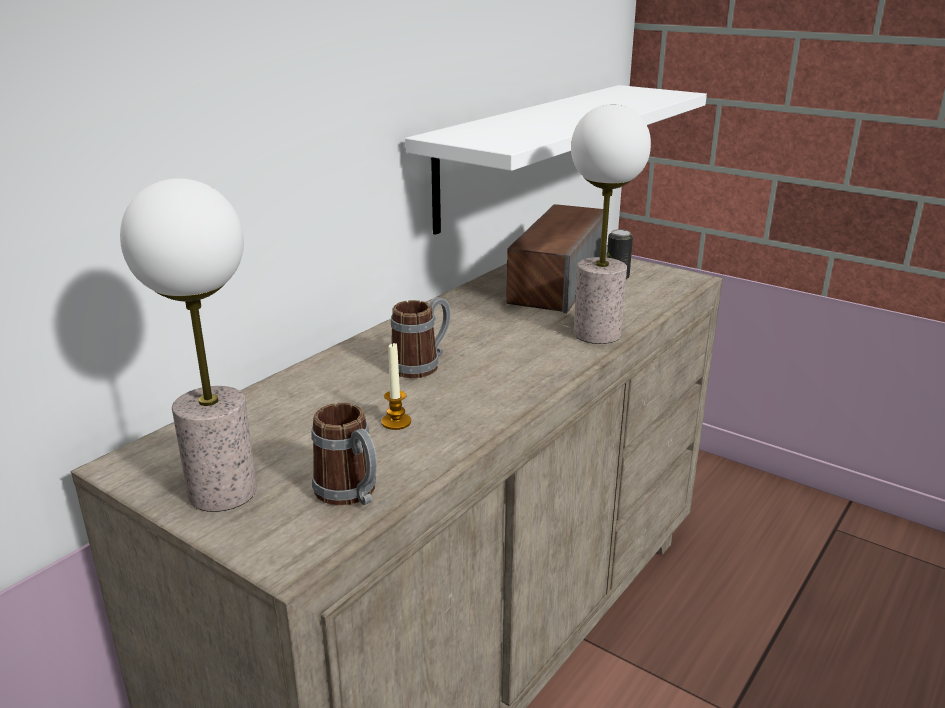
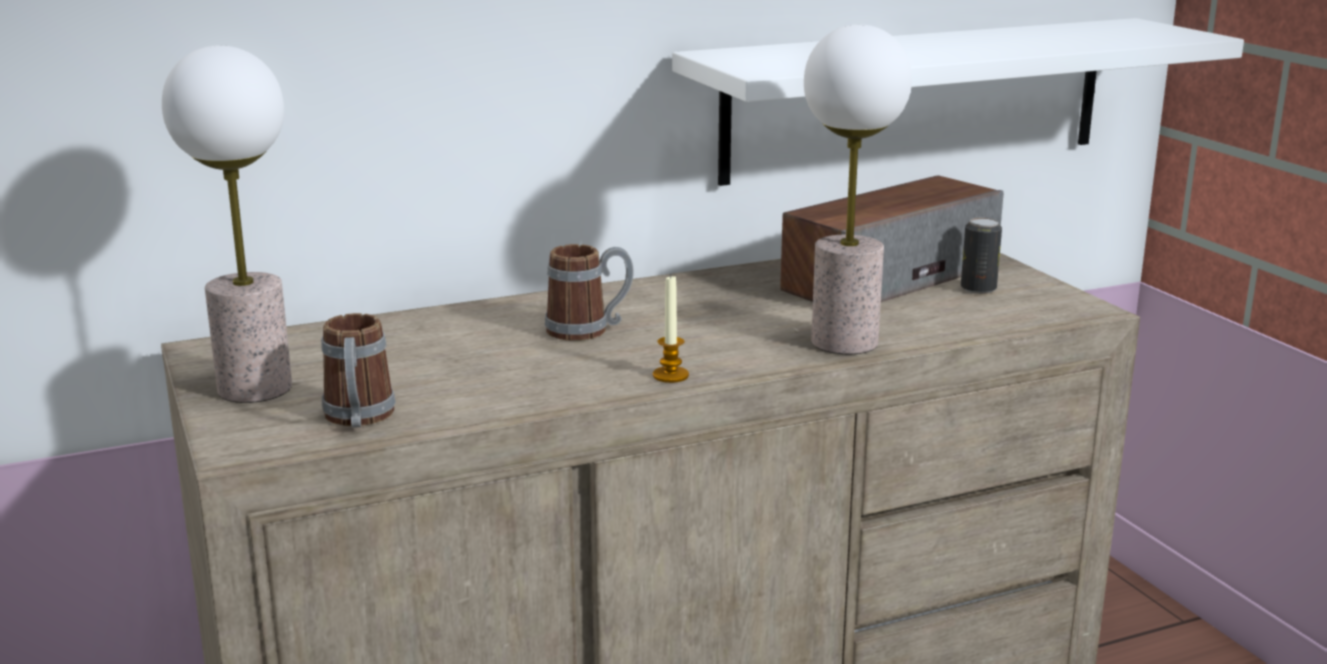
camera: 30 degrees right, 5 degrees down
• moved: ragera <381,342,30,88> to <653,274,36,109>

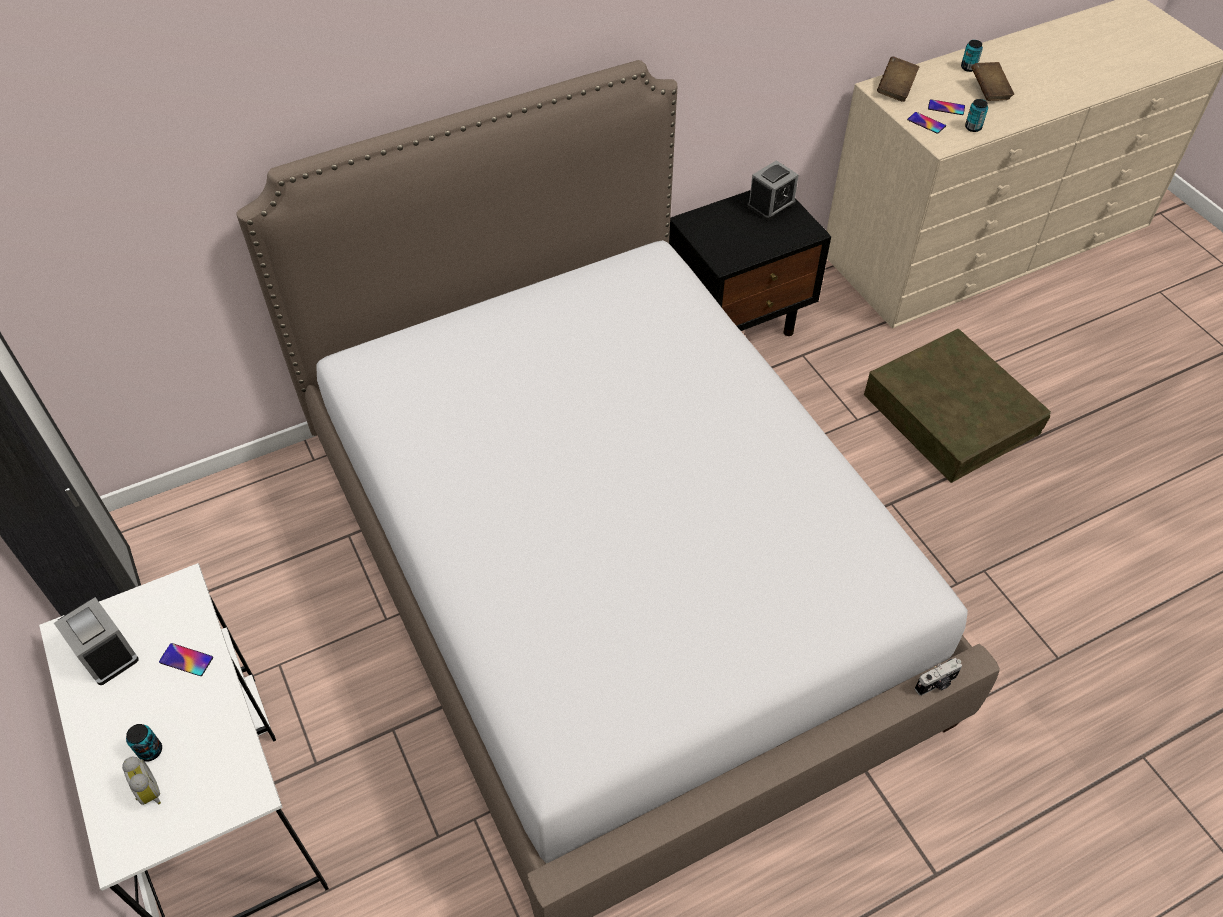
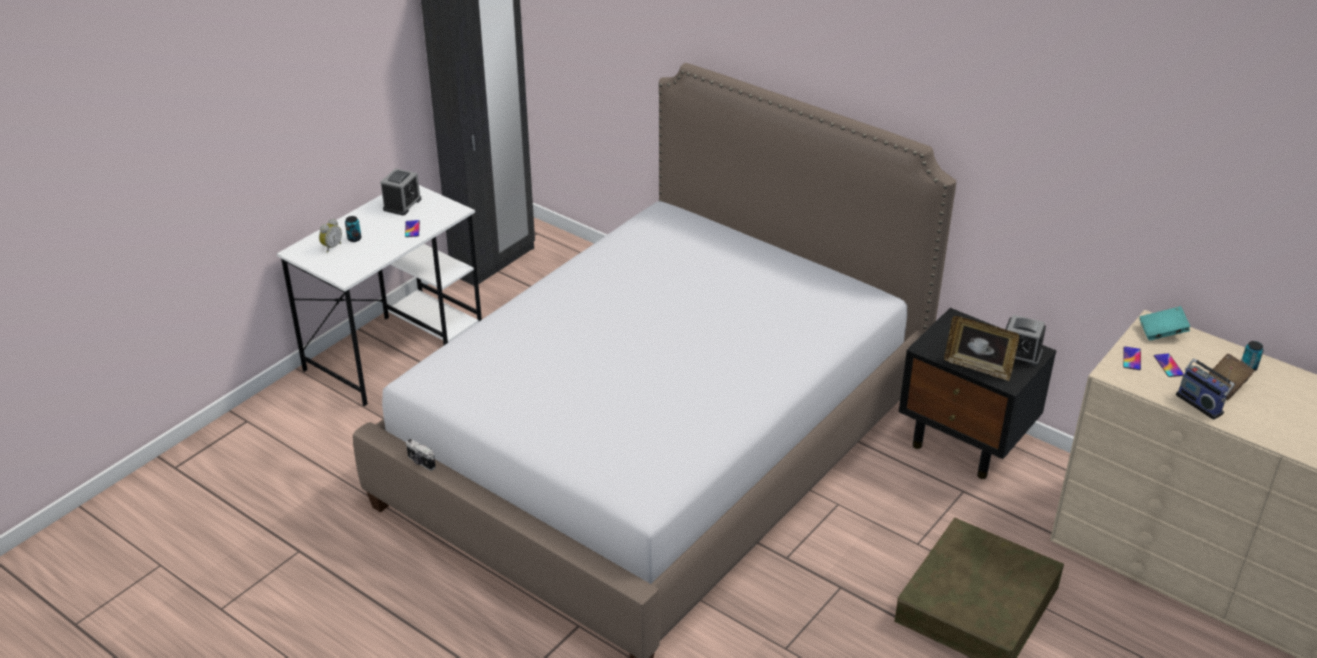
camera: 65 degrees right, 15 degrees down
• removed: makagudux <965,99,23,33>
• added: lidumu <944,316,75,65>
• added: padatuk <1176,358,59,62>
• moved: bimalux <915,658,47,38> to <406,439,30,32>
• recoloured: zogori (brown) <877,57,42,45> to zogori (turquoise) <1140,306,50,35>

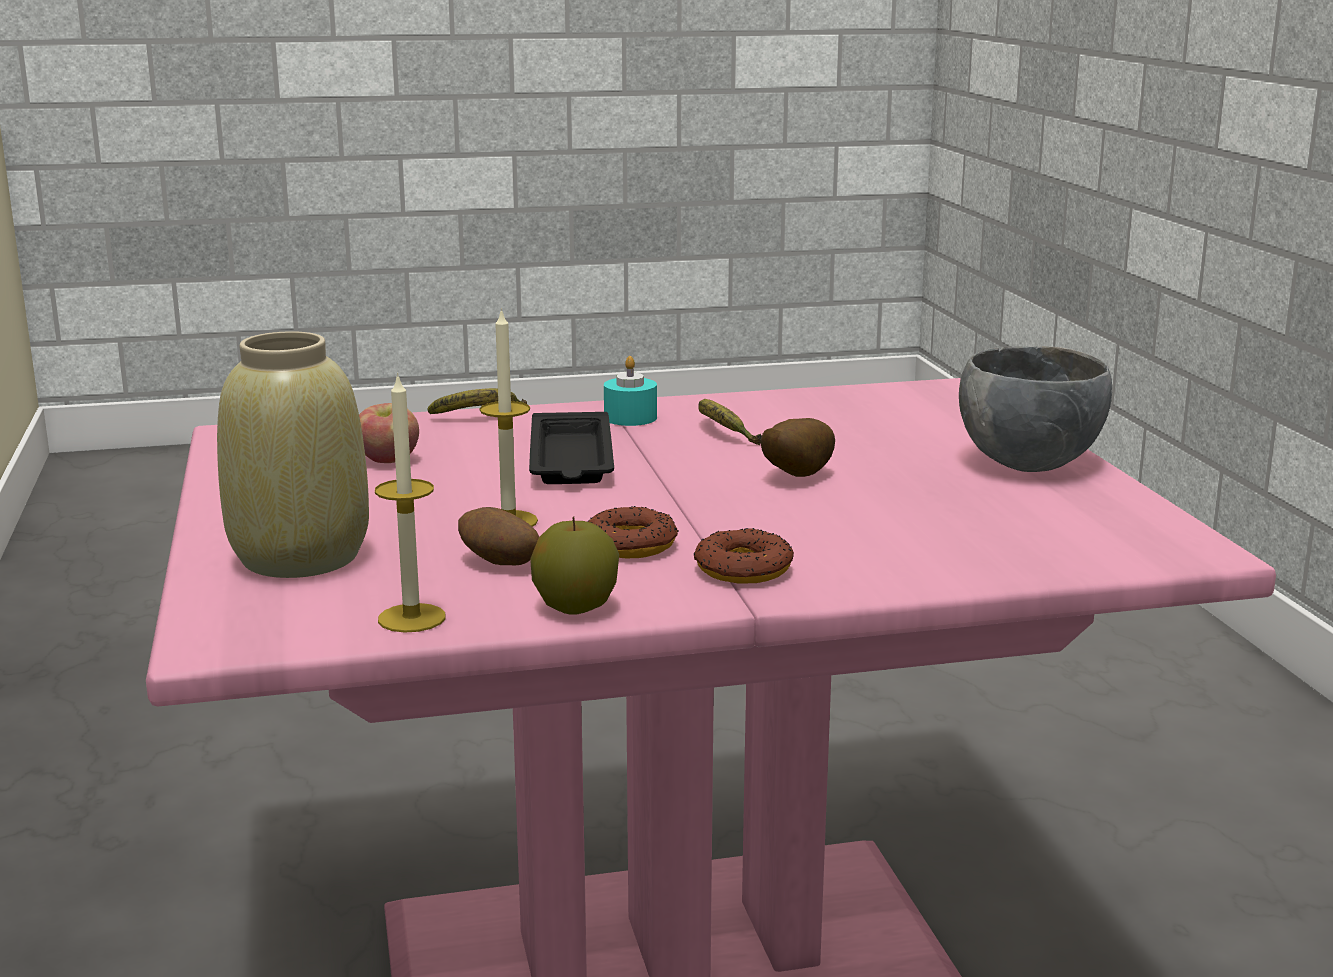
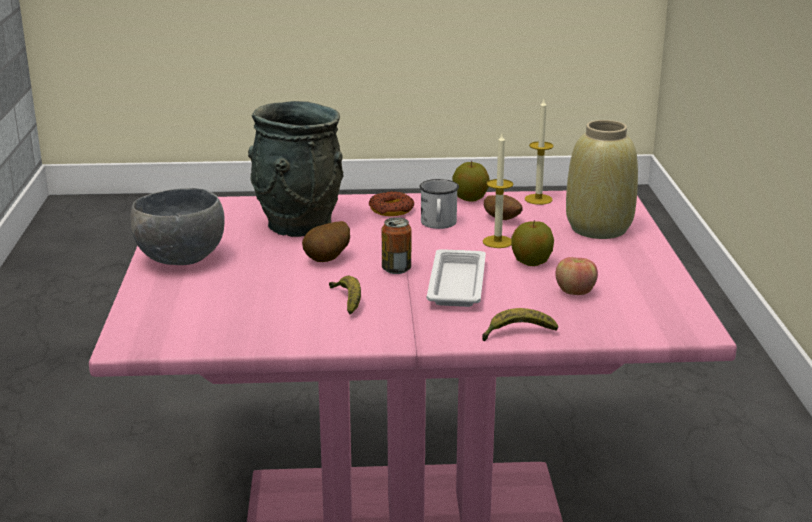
camera: 170 degrees left, 5 degrees up
• removed: ragera (turquoise) <604,356,53,70>
• added: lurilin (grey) <248,101,96,136>
• added: makagudux <382,217,30,57>
• added: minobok <511,220,43,46>
• replaced: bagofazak <587,506,92,52> to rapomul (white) <419,179,40,50>
• recoloured: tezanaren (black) <529,412,85,72> to tezanaren (white) <426,249,60,58>

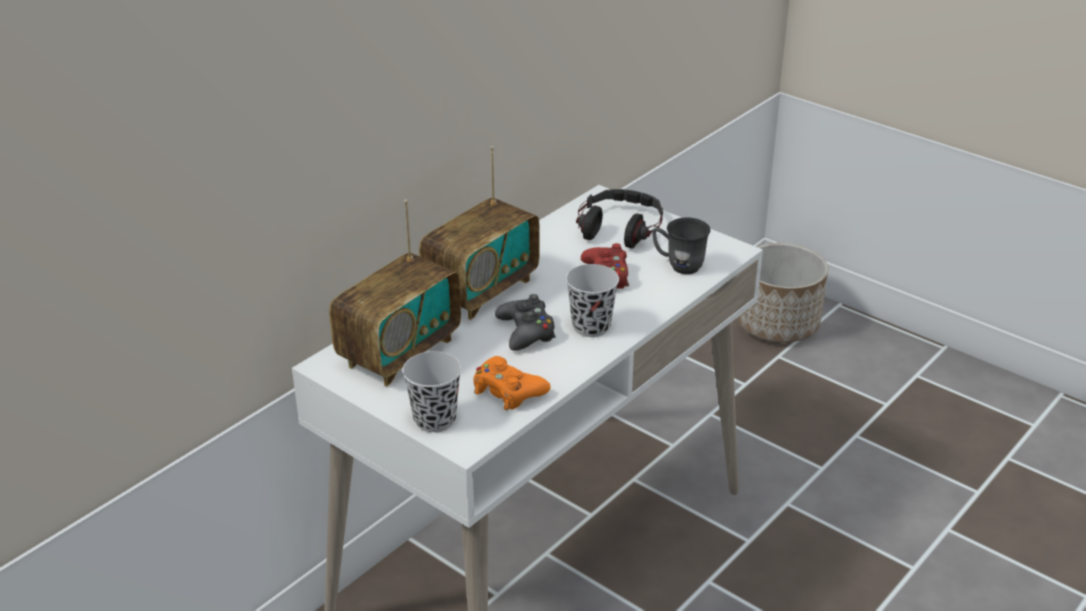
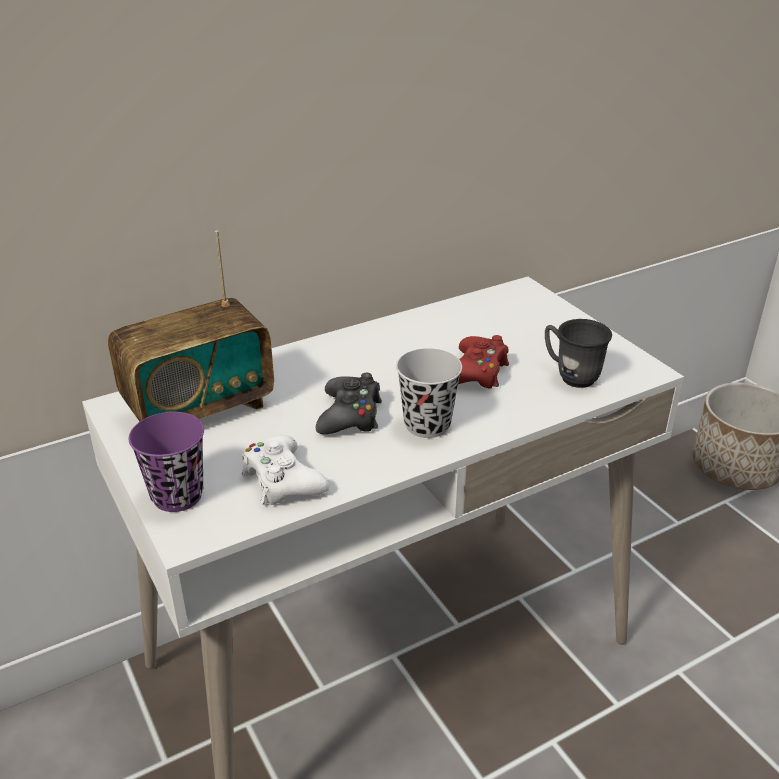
camera: 20 degrees right, 0 degrees up
• removed: padatuk <419,146,120,174>
• removed: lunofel <576,189,87,60>
• recoloured: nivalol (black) <402,351,60,81> to nivalol (purple) <129,412,75,100>
• recoloured: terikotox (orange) <473,356,78,54> to terikotox (white) <242,435,87,70>

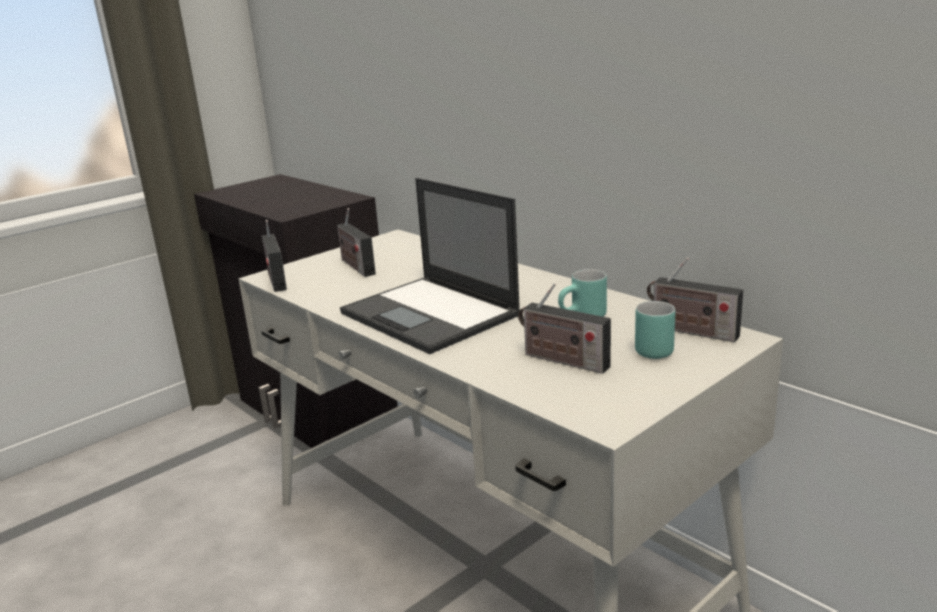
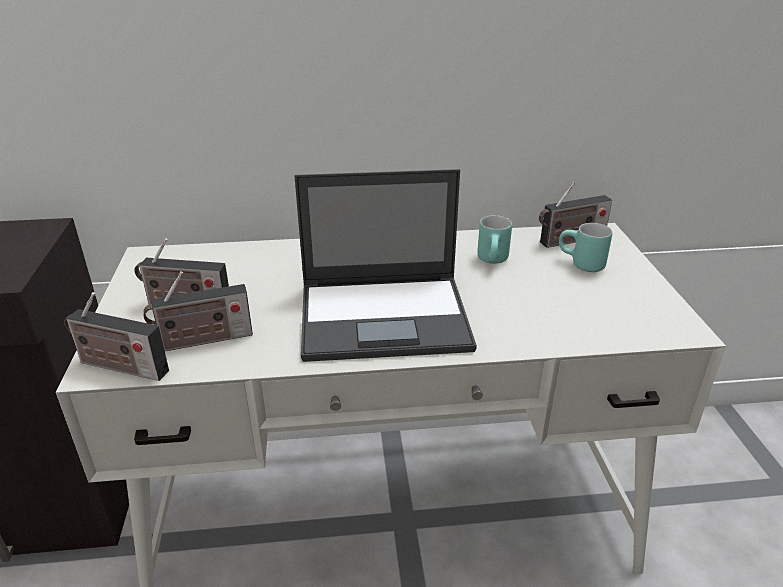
camera: 55 degrees left, 10 degrees up
• moved: padatuk <518,283,93,91> to <144,271,109,80>

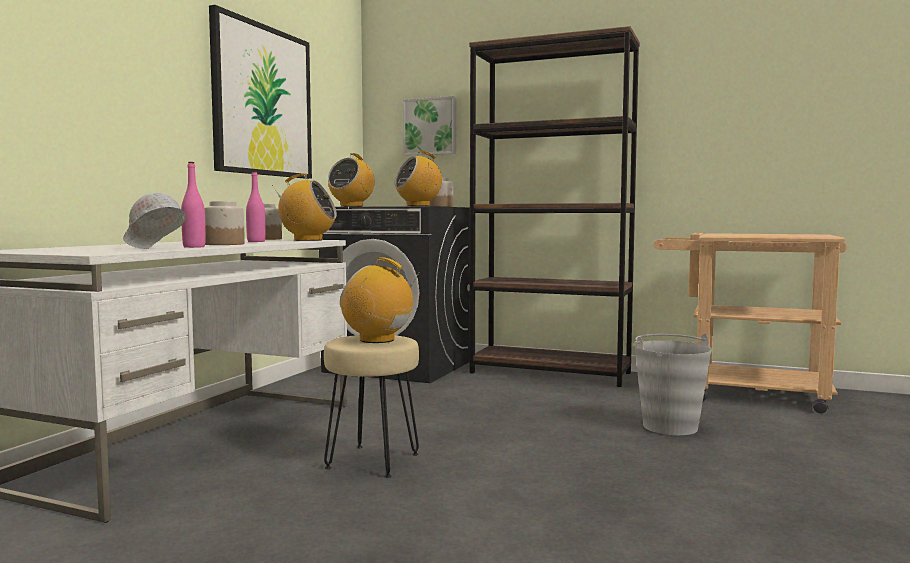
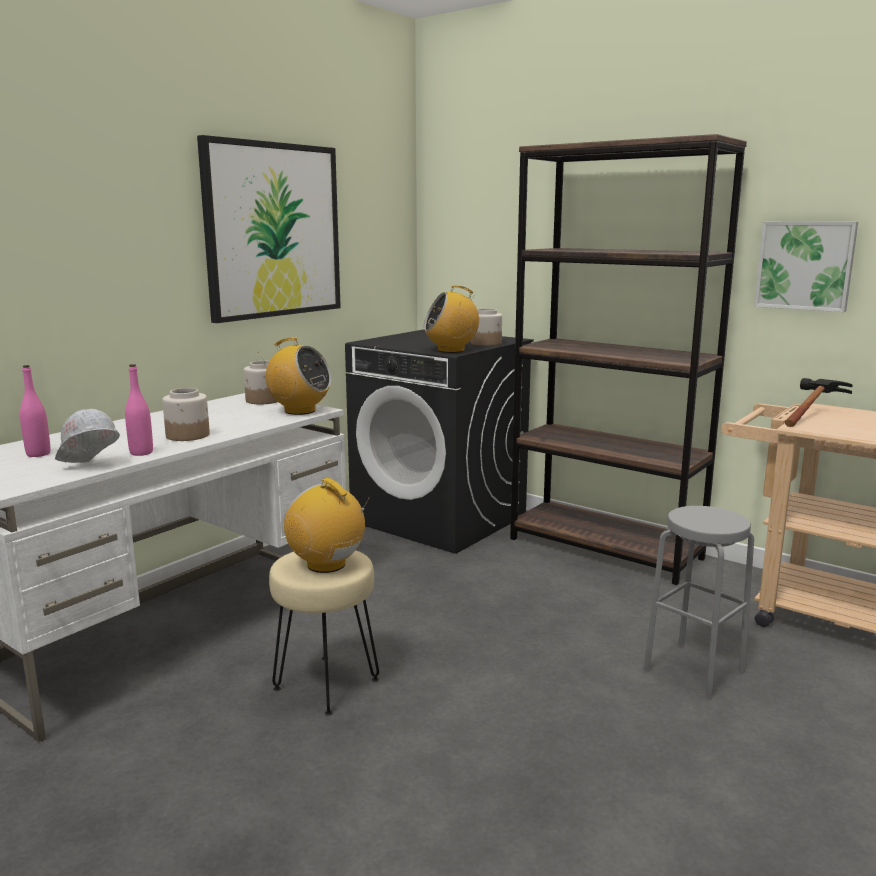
camera: 15 degrees right, 10 degrees up
• removed: padatuk <328,153,47,54>
• added: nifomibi <785,378,67,49>
• moved: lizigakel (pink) <246,171,19,71> to <20,365,30,92>
• moved: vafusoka <403,96,53,60> to <754,222,104,90>
• replaced: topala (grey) <634,334,78,101> to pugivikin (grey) <644,506,110,194>

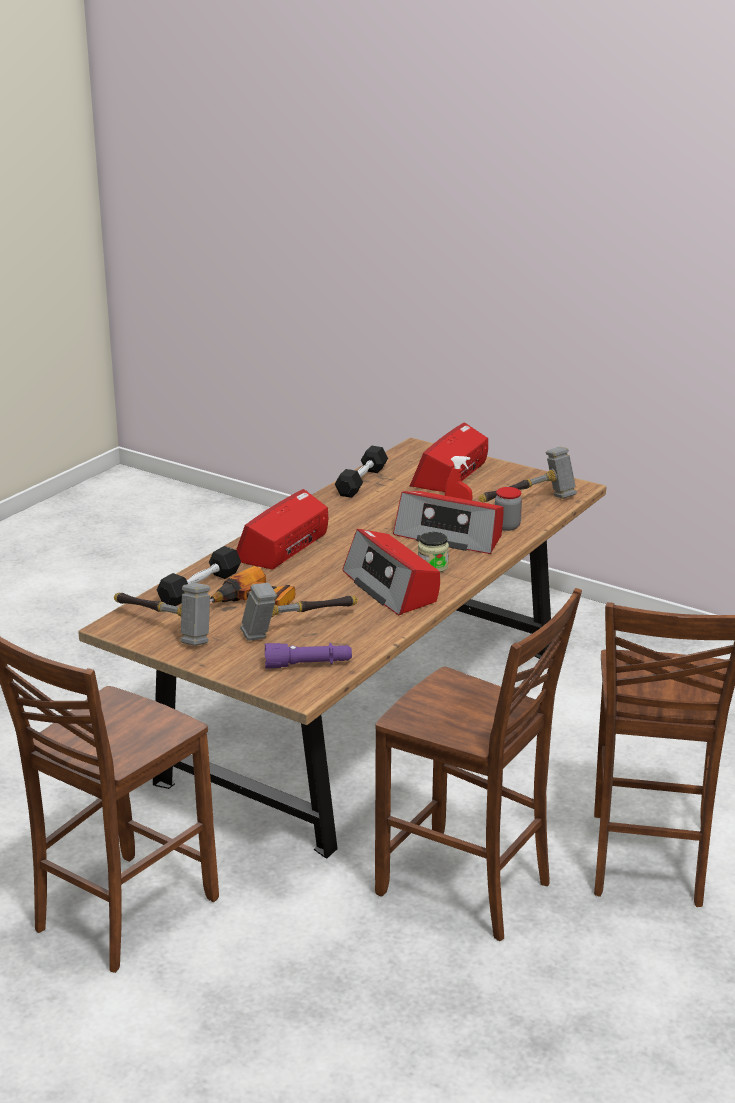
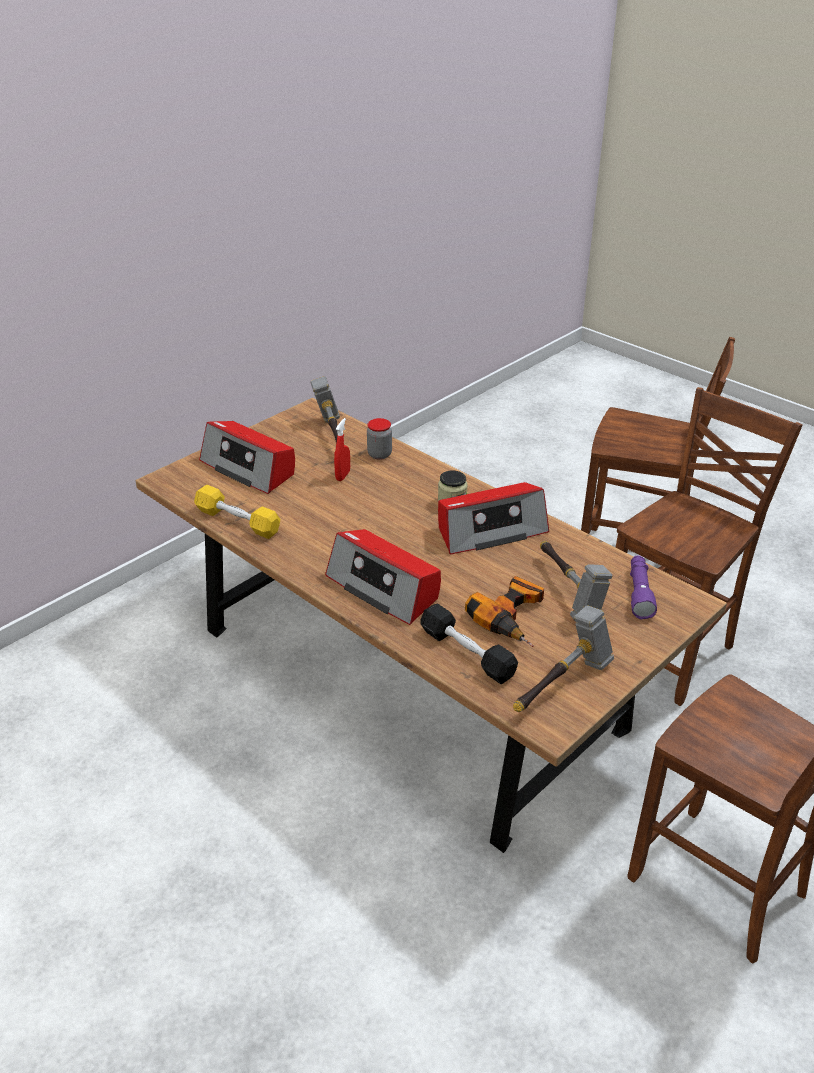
camera: 80 degrees left, 10 degrees up
• removed: padatuk <393,491,111,63>
• recoloured: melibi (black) <335,446,53,52> to melibi (yellow) <194,485,86,54>

